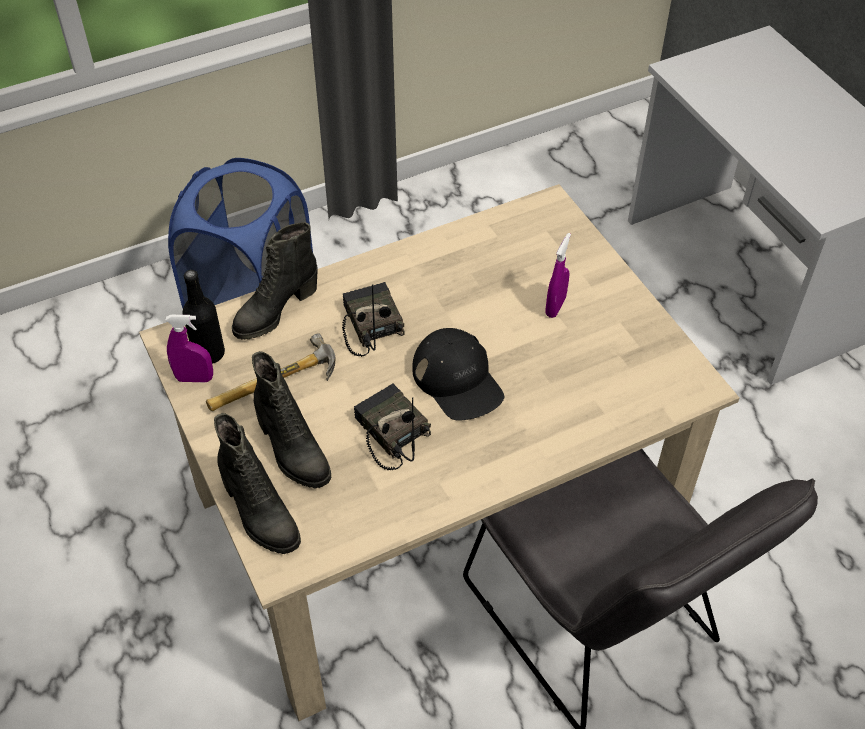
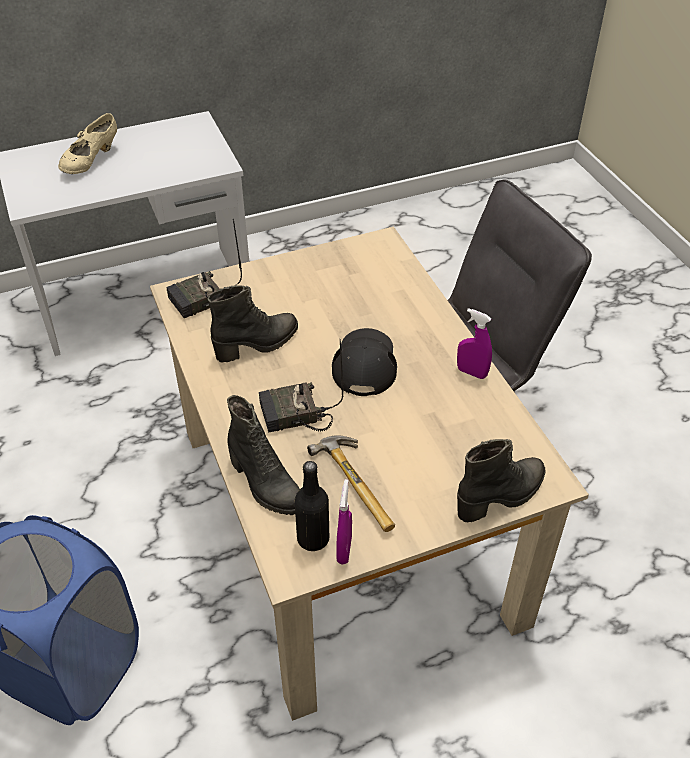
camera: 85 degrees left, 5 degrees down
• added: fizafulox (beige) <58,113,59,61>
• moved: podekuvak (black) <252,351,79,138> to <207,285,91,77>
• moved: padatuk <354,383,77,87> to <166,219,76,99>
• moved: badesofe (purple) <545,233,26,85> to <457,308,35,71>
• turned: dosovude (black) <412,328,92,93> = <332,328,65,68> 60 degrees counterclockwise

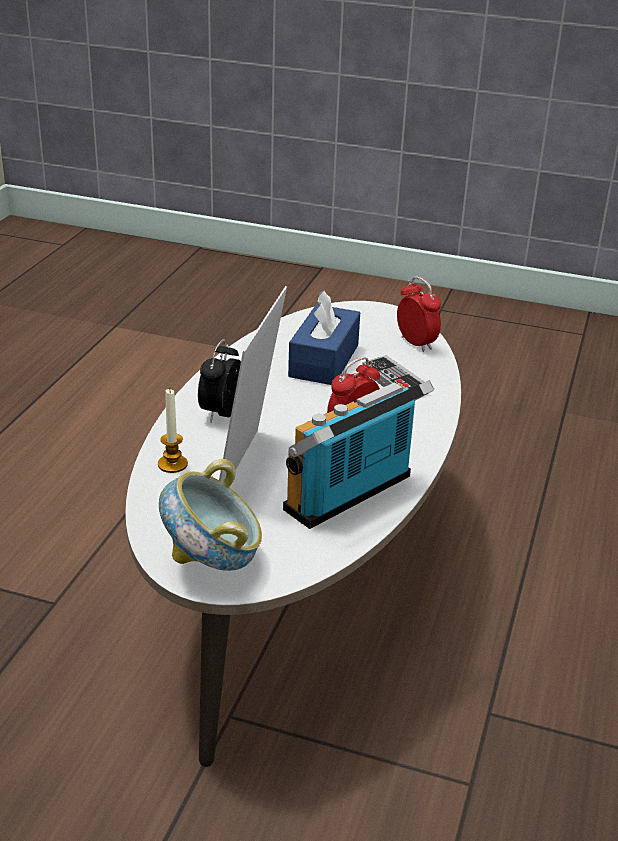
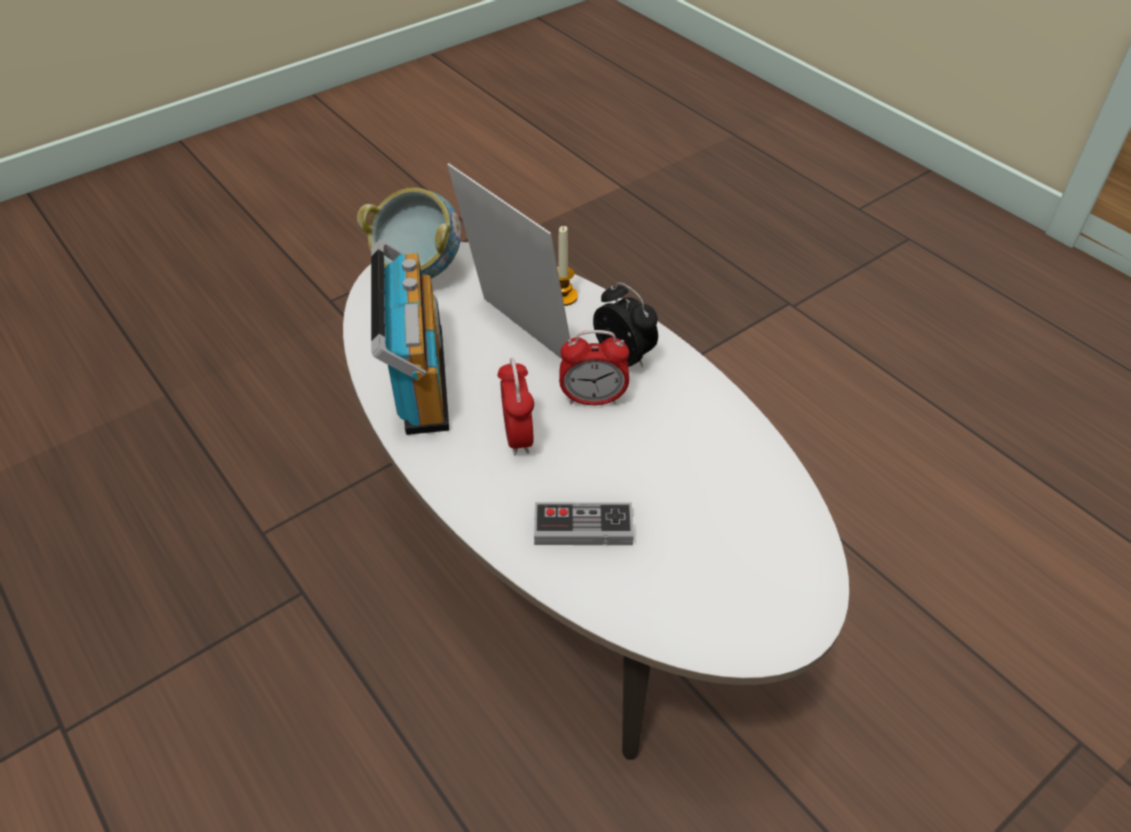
camera: 125 degrees right, 15 degrees up
• removed: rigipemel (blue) <288,290,72,95>
• moved: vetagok <397,277,44,75> to <559,330,70,75>

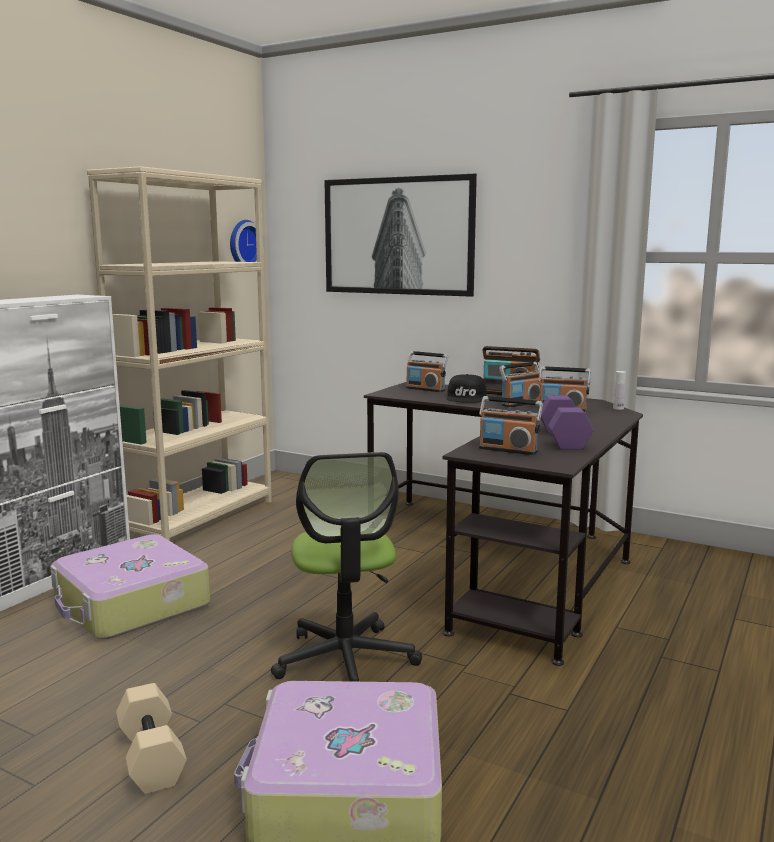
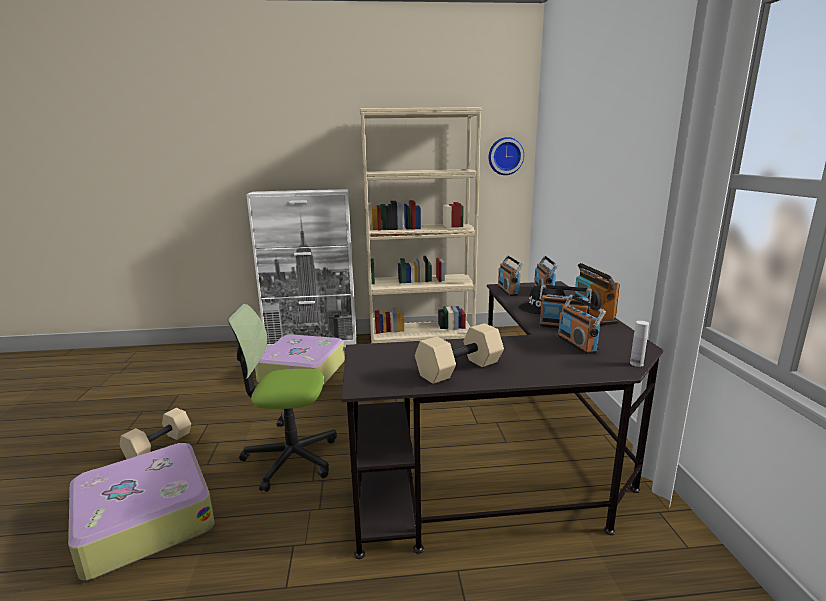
camera: 55 degrees right, 5 degrees up
• removed: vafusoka <324,174,153,123>
• moved: padatuk <479,396,64,59> to <498,255,25,41>
• recoloured: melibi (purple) <538,395,55,55> to melibi (beige) <415,323,89,61>
• turned: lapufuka <271,452,151,230> = <228,304,109,188> 45 degrees clockwise

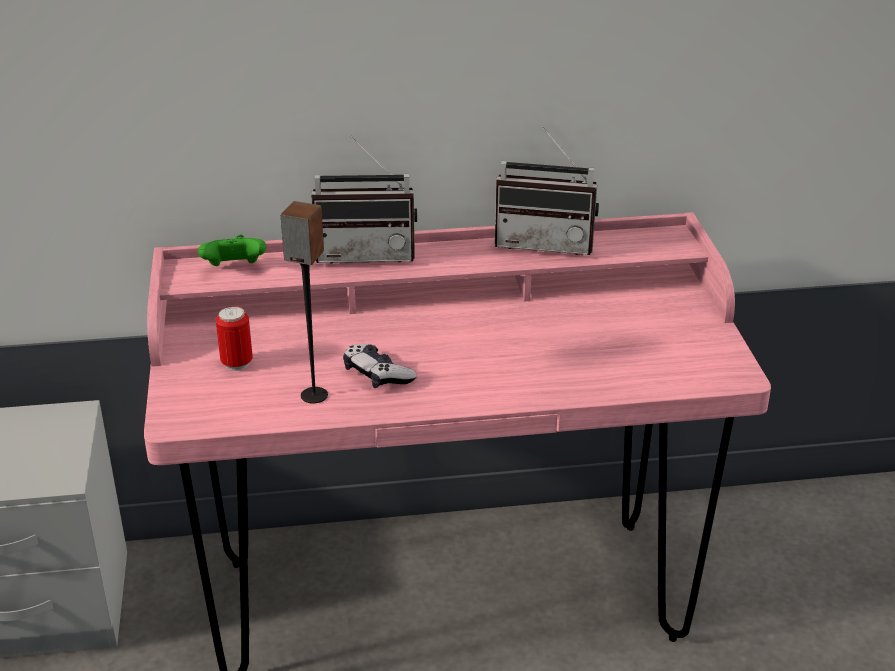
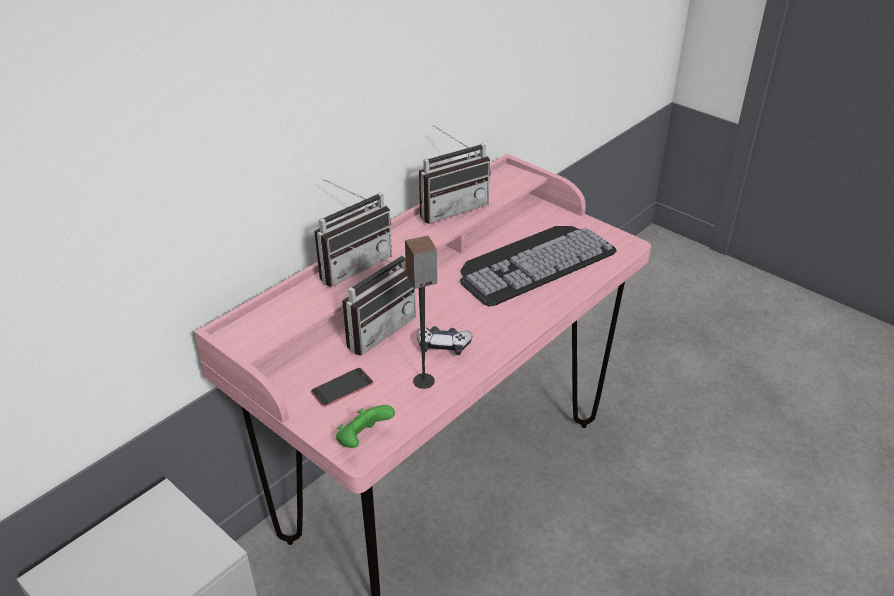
camera: 40 degrees left, 5 degrees up
• added: padatuk <342,245,74,110>
• added: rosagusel <460,226,157,80>
• moved: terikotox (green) <198,235,68,31> to <336,405,59,43>
• replaced: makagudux <216,306,37,65> to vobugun <311,368,62,39>

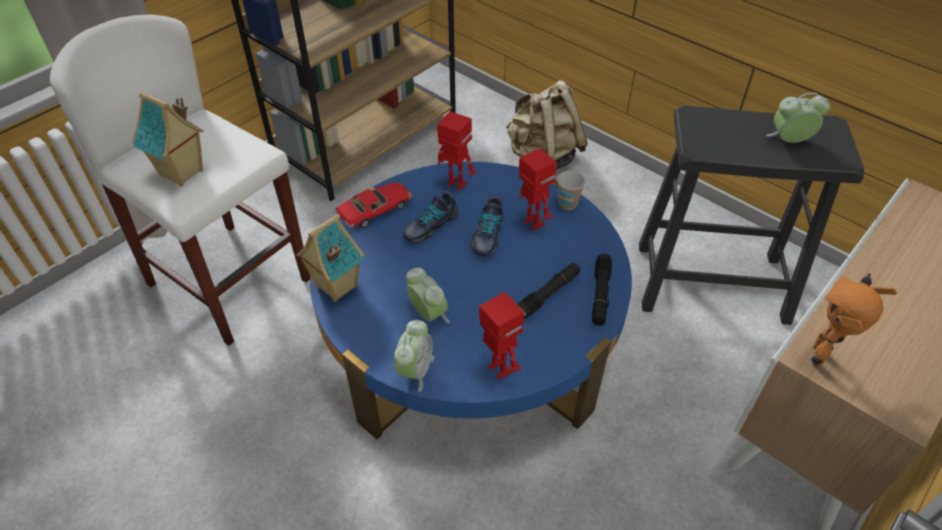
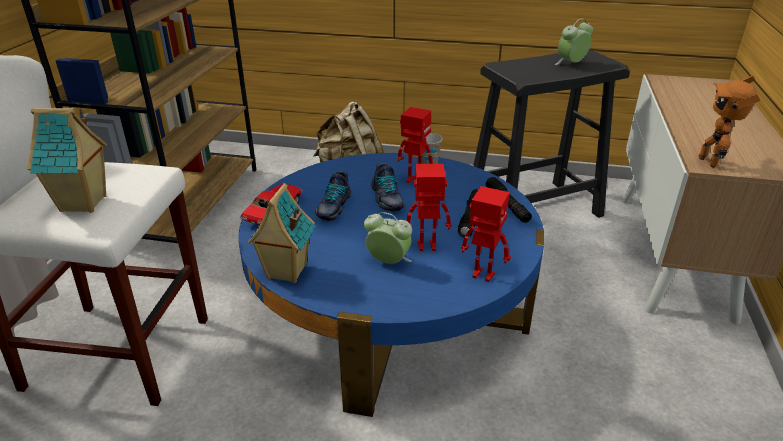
camera: 30 degrees left, 15 degrees down
• removed: vetagok <394,320,41,72>
• moved: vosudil <437,111,39,79> to <406,164,46,87>

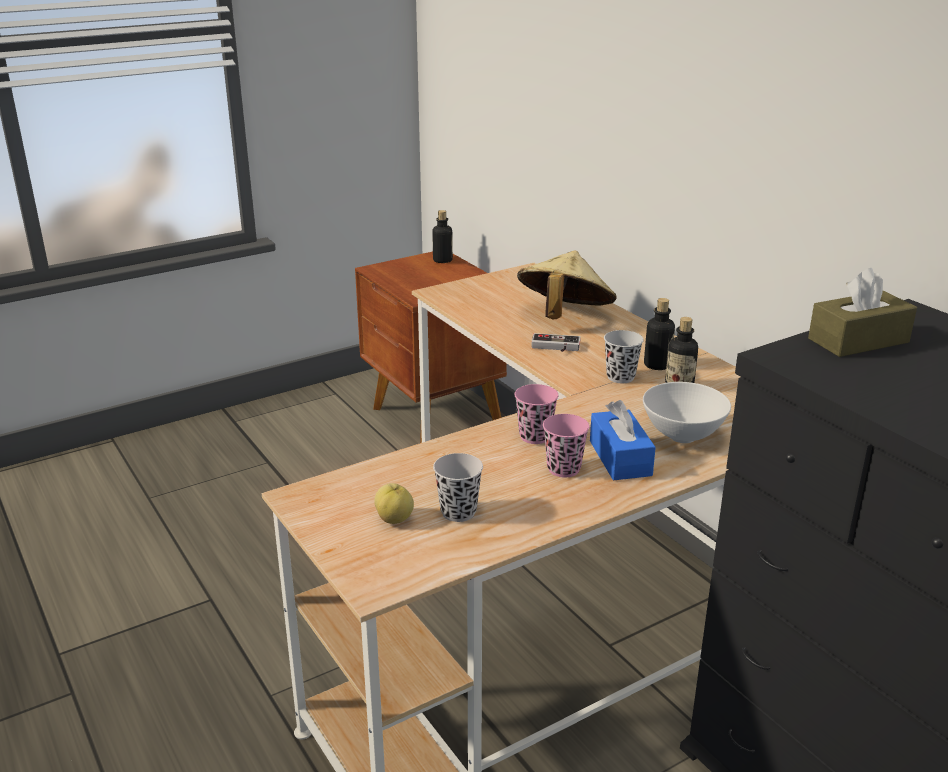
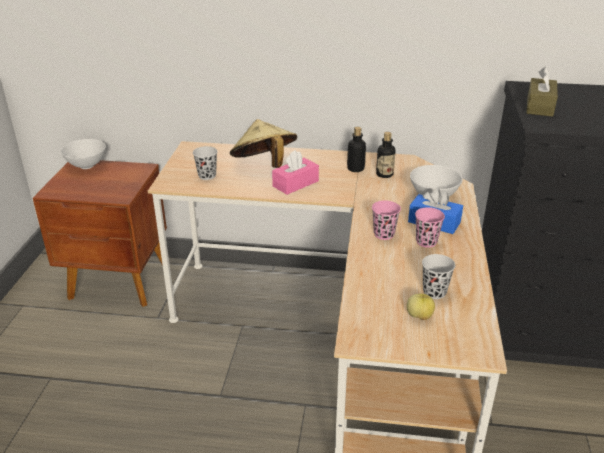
camera: 50 degrees left, 5 degrees up
• moved: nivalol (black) <604,330,40,53> to <193,146,25,34>
• replaced: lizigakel <432,210,21,53> to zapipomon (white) <61,139,45,30>
• replaced: terikotox <531,333,50,19> to rigipemel (pink) <272,150,47,45>

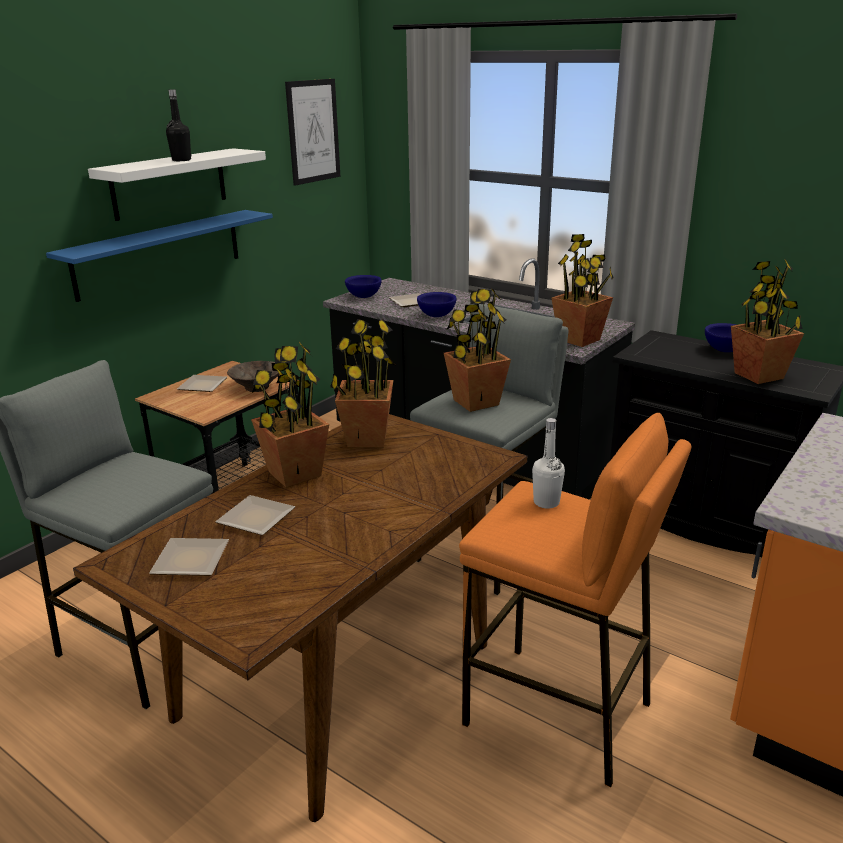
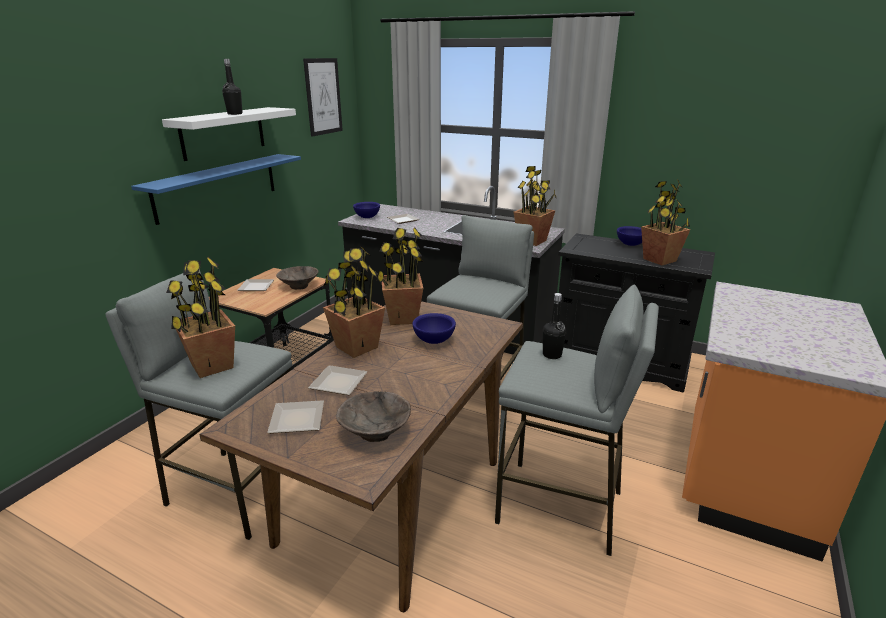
camera: 10 degrees left, 0 degrees up
• added: zapipomon (brown) <336,391,75,51>
• moved: zapipomon (blue) <417,292,40,25> to <412,313,44,31>
• moved: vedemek <444,289,67,123> to <166,257,69,121>
• recoloured: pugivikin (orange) <459,413,232,374> to pugivikin (grey) <495,285,164,271>
• recoloured: lizigakel (white) <532,418,33,91> to lizigakel (black) <543,293,23,66>

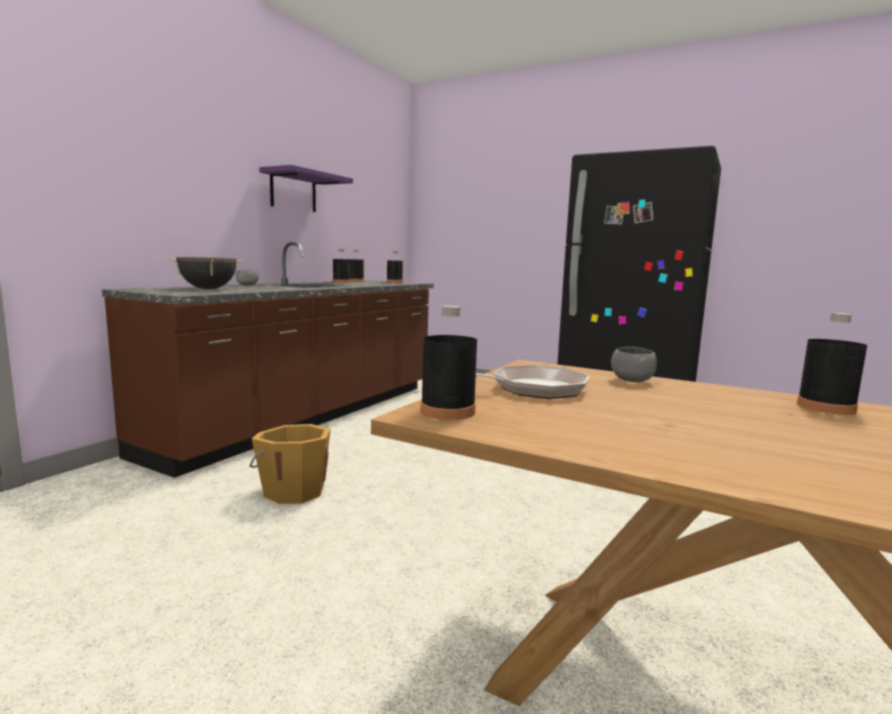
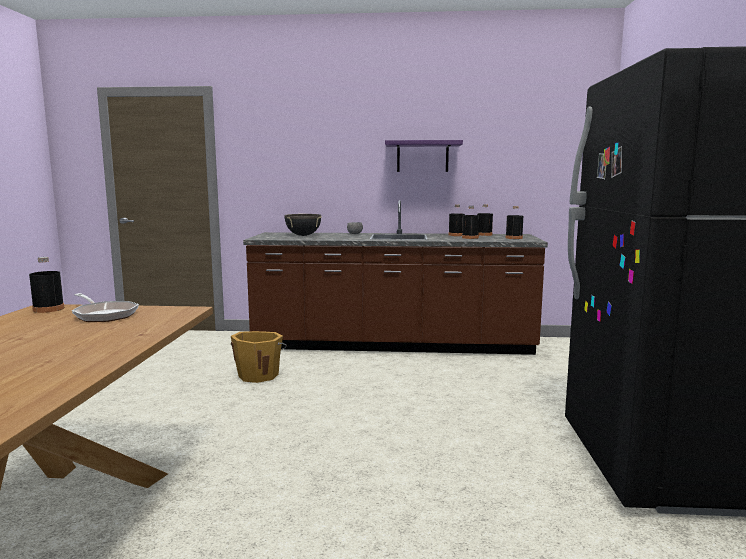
camera: 65 degrees right, 0 degrees up
• removed: zapipomon (grey) <611,347,46,35>
• moved: lizigakel (black) <797,313,70,102> to <462,206,17,33>

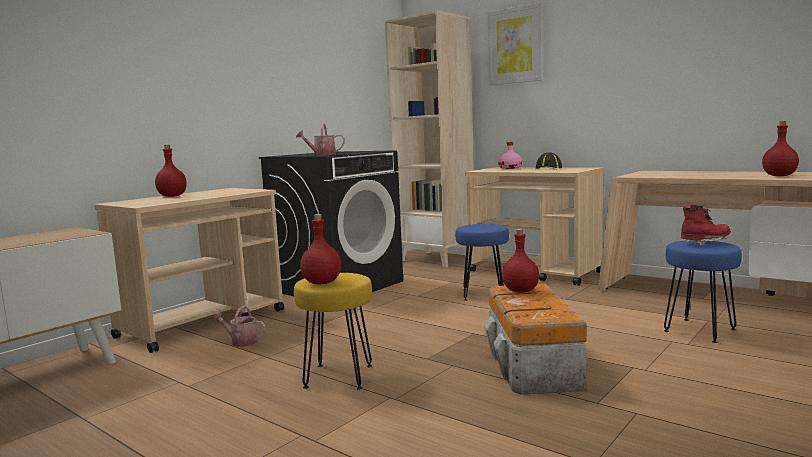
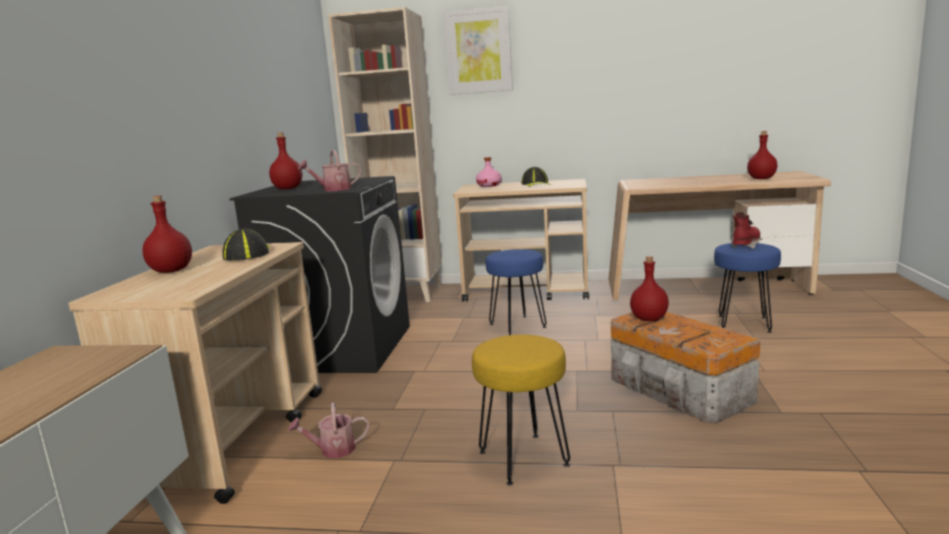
camera: 30 degrees left, 5 degrees up
• added: dosovude <222,228,48,32>
• moved: lizigakel (red) <300,214,41,71> to <269,132,33,57>

